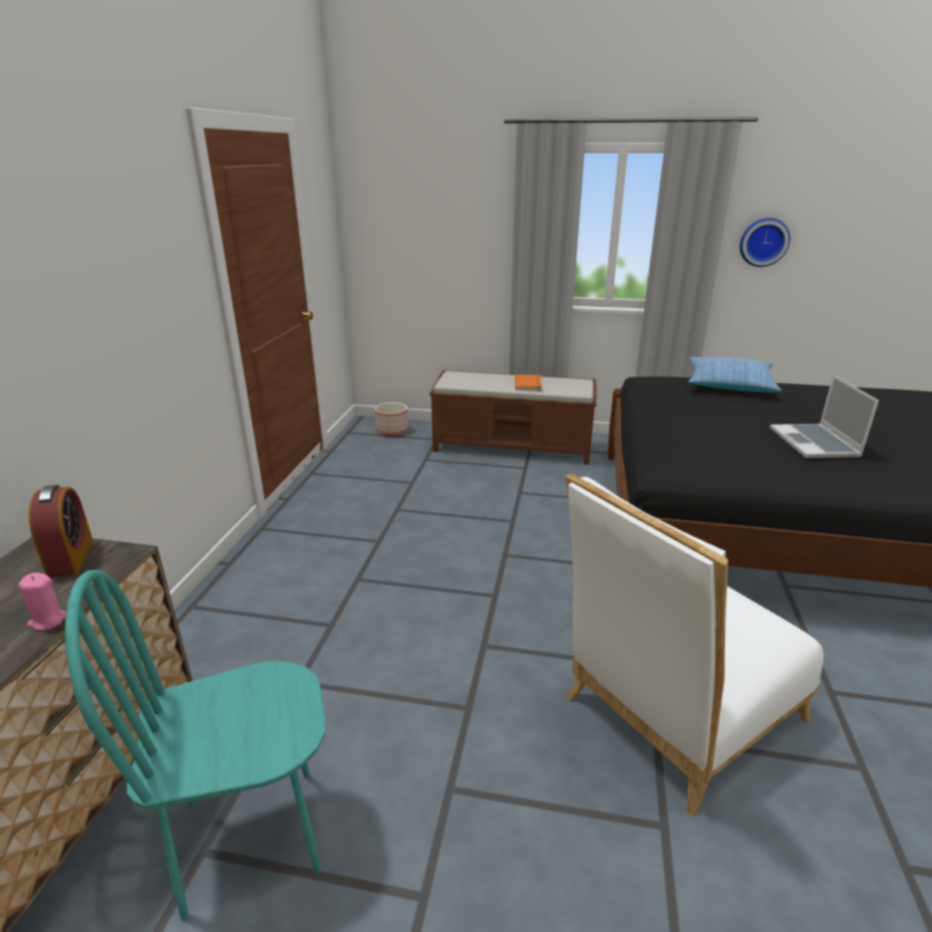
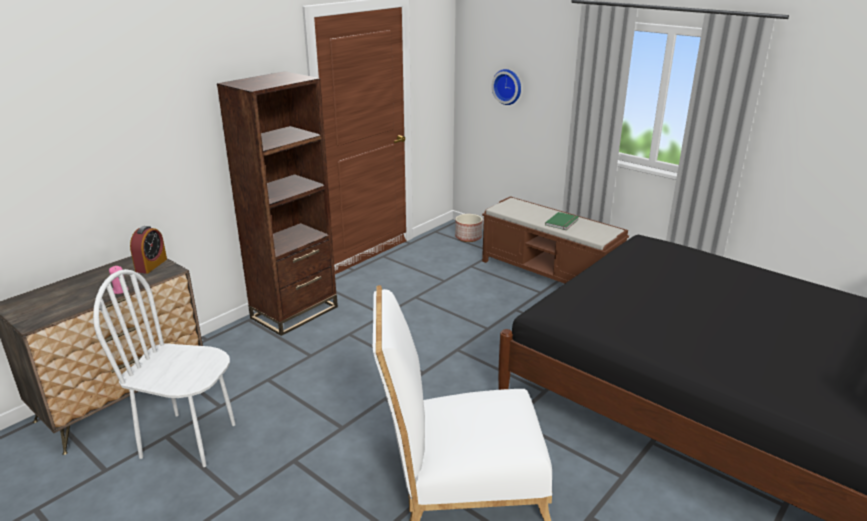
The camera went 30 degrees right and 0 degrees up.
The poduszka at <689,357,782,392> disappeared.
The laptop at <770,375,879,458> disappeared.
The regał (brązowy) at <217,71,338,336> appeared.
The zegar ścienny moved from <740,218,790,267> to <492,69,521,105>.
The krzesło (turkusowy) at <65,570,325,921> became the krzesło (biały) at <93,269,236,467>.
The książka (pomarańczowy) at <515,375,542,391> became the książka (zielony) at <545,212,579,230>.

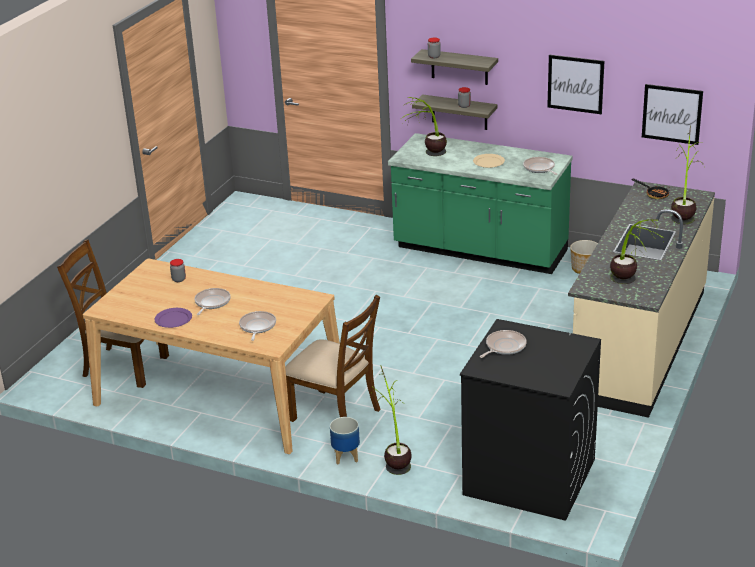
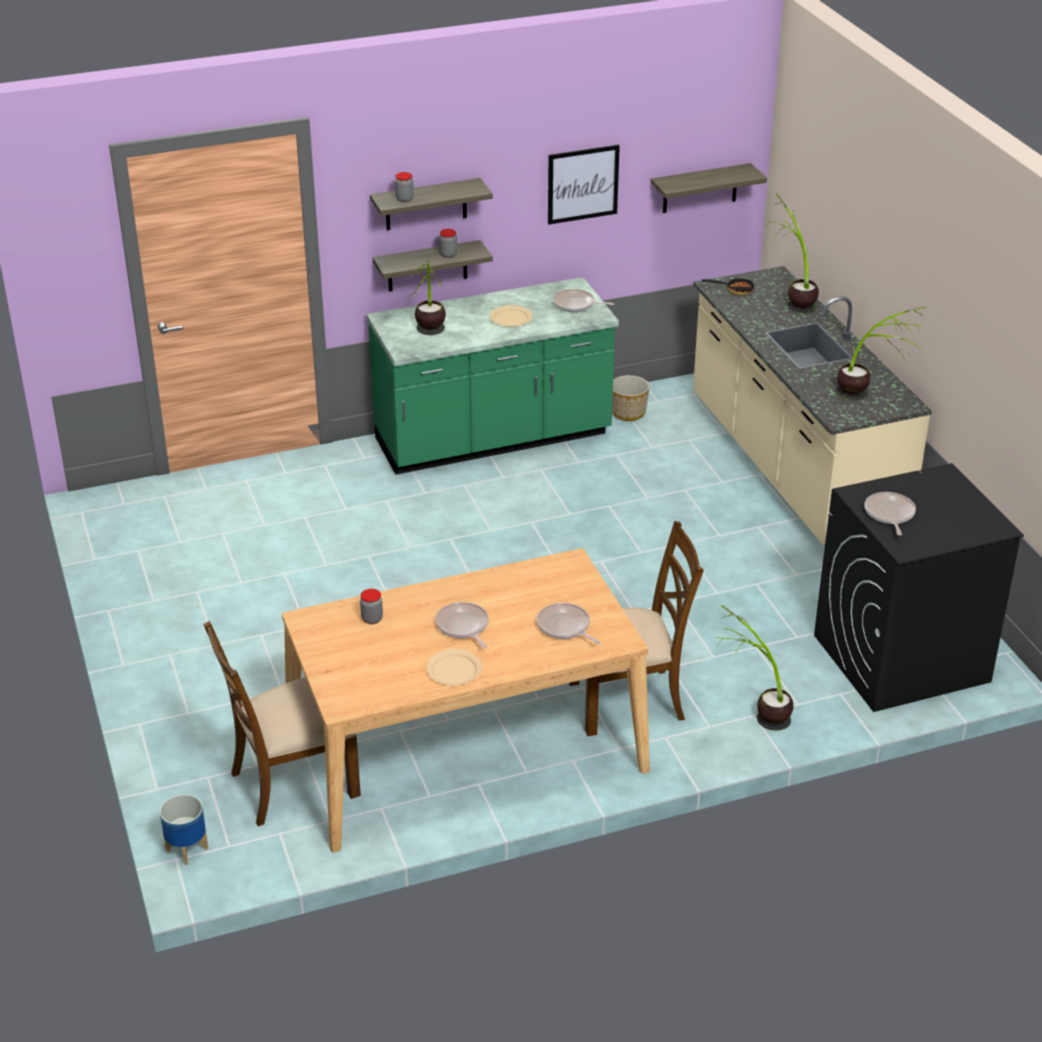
The camera went 45 degrees left and 5 degrees up.
The donica moved from <330,417,360,464> to <160,794,208,865>.
The obraz at <642,84,703,145> was replaced by the półka at <651,163,767,213>.
The talerz (fioletowy) at <155,308,192,328> became the talerz (beżowy) at <426,649,482,686>.

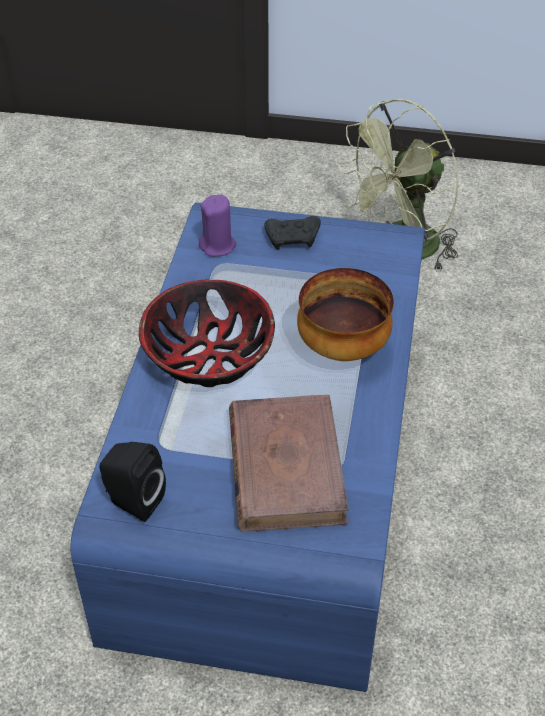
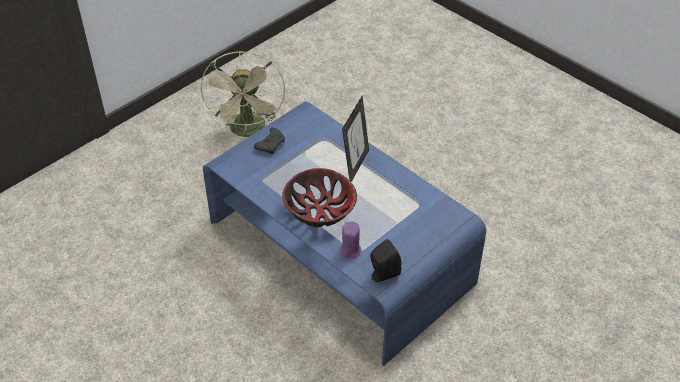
The camera went 55 degrees left and 0 degrees up.
The książka (brązowy) at <229,395,349,532> disappeared.
The świeca (fioletowy) moved from <199,194,236,257> to <339,222,361,259>.
The miska at <297,268,394,361> was replaced by the ramka na zdjęcie at <342,96,369,182>.

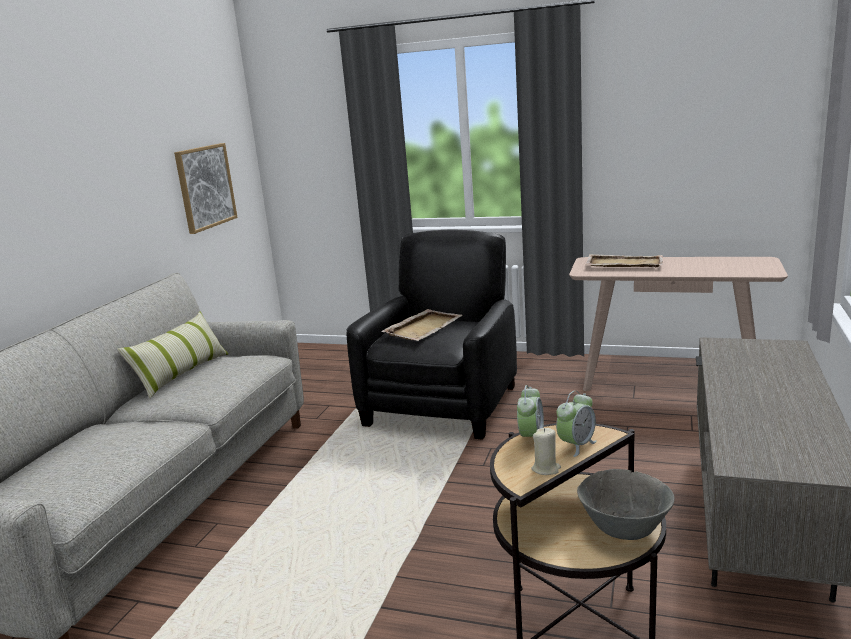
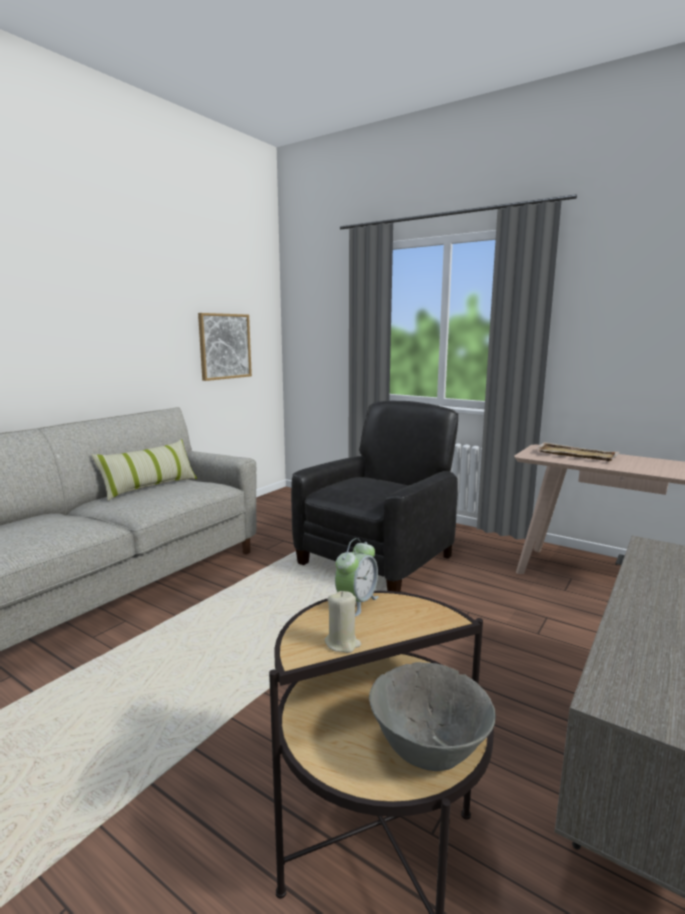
The camera went 15 degrees right and 5 degrees down.
The taca (beżowy) at <381,309,463,341> disappeared.
The budzik at <556,391,597,457> disappeared.

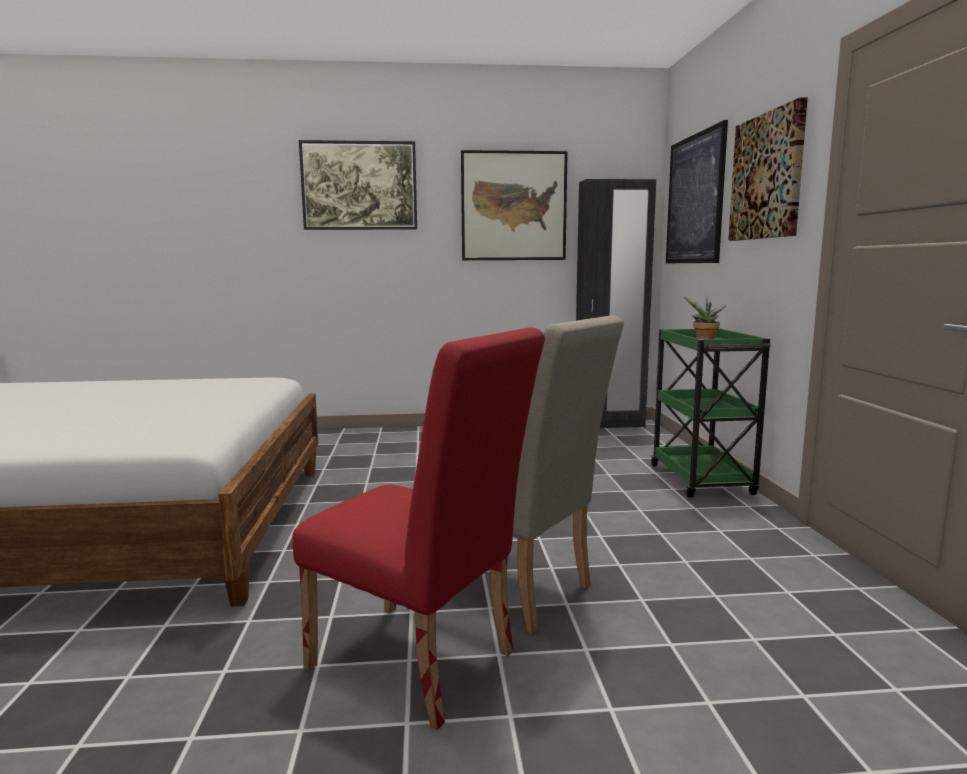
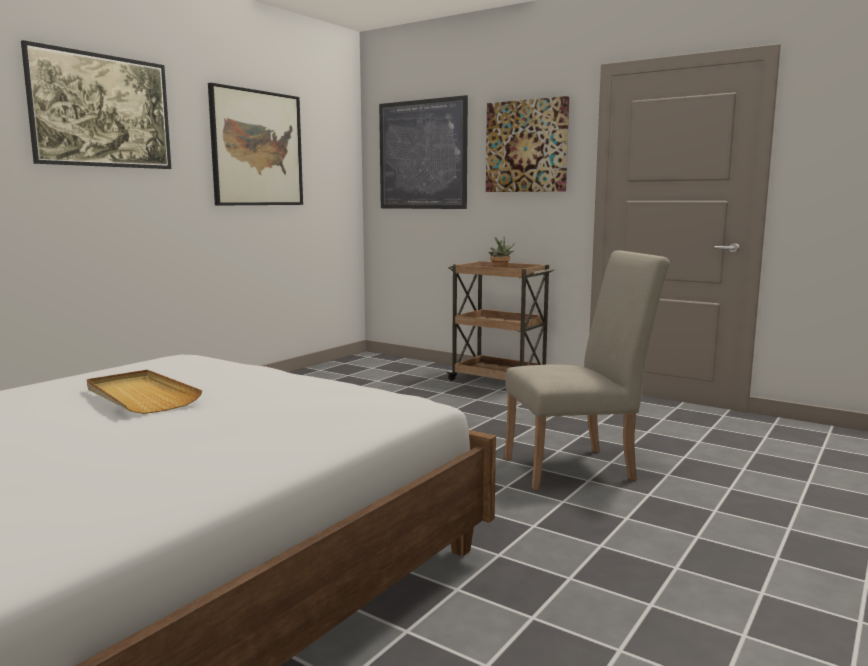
The camera went 50 degrees left and 0 degrees up.
The krzesło (czerwony) at <292,327,545,730> disappeared.
The szafa (czarny) at <576,179,656,428> disappeared.
The taca (beżowy) at <87,370,202,414> appeared.
The wózek (zielony) at <651,328,771,497> became the wózek (brązowy) at <446,261,555,381>.

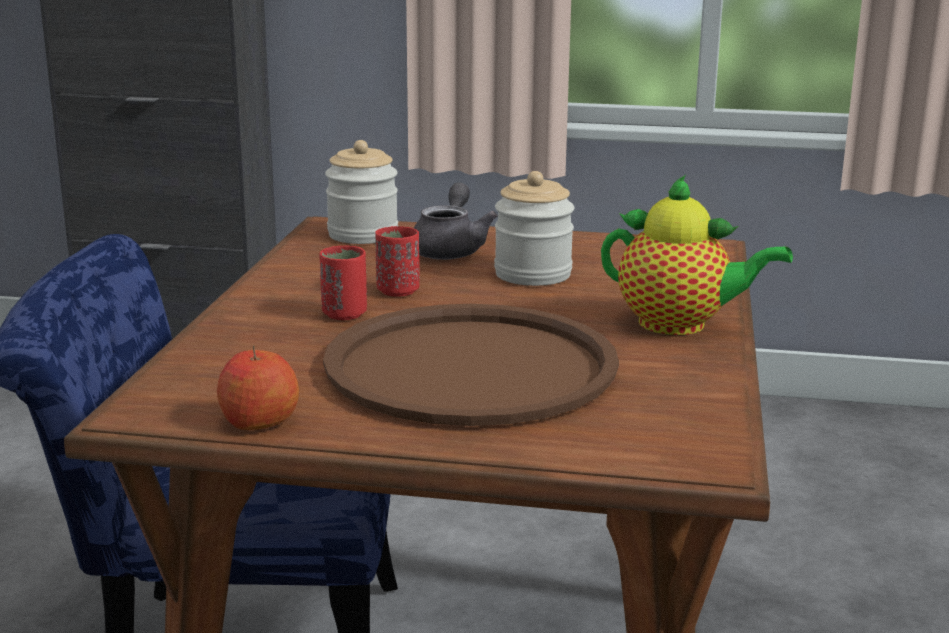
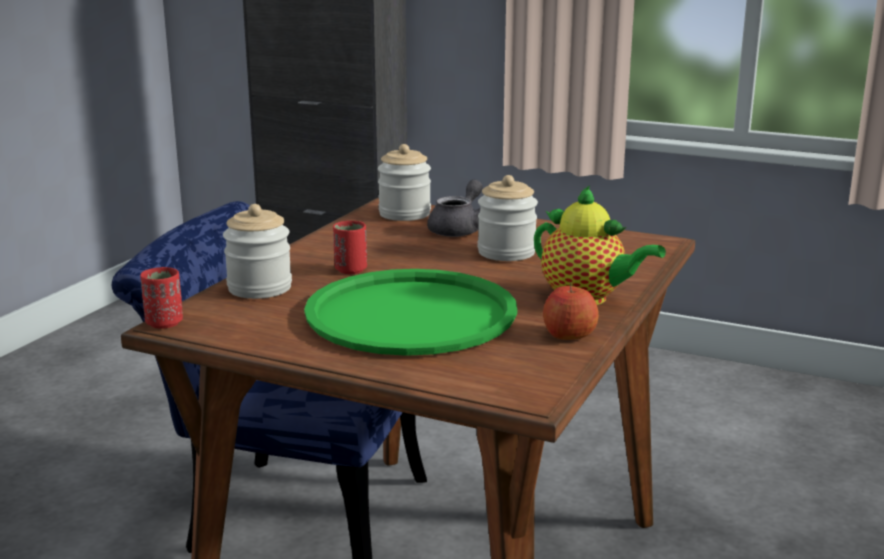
The camera went 15 degrees right and 0 degrees up.
The słoik at <223,204,292,299> appeared.
The jabłko moved from <217,345,299,430> to <543,282,599,340>.
The filiżanka (czerwony) moved from <375,226,419,297> to <140,267,183,329>.
The taca (brązowy) at <323,304,619,426> became the taca (zielony) at <304,269,517,356>.

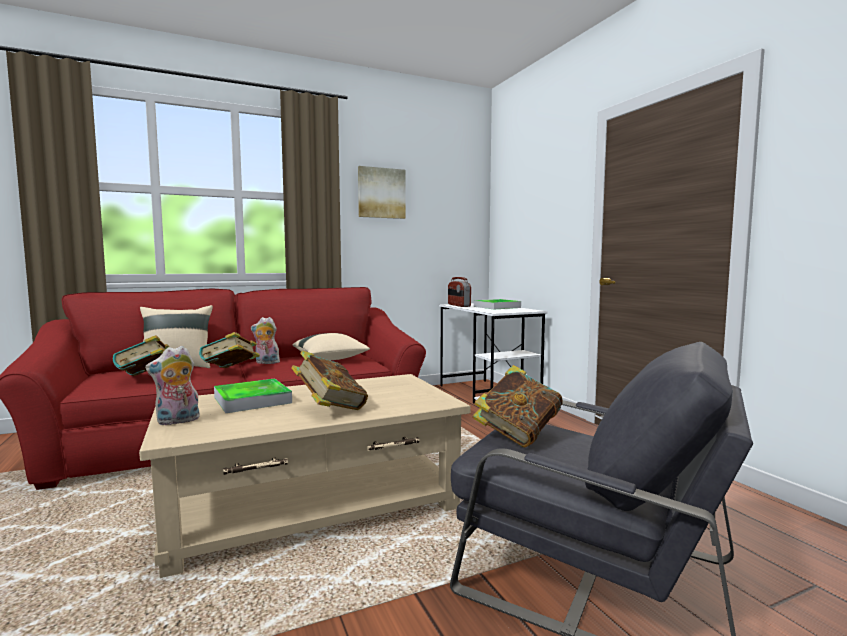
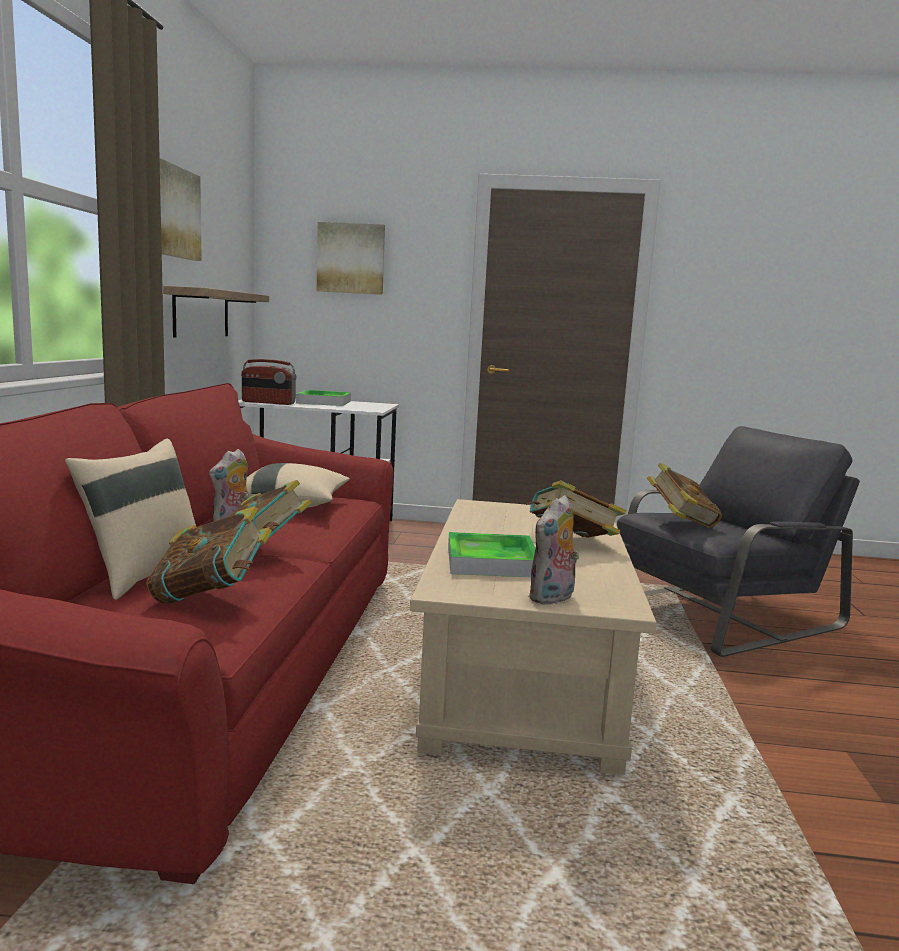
The camera went 60 degrees left and 5 degrees up.
The półka at <163,286,269,337> appeared.
The obraz at <317,222,385,295> appeared.
The pluszak at <145,346,200,425> turned 45 degrees clockwise.

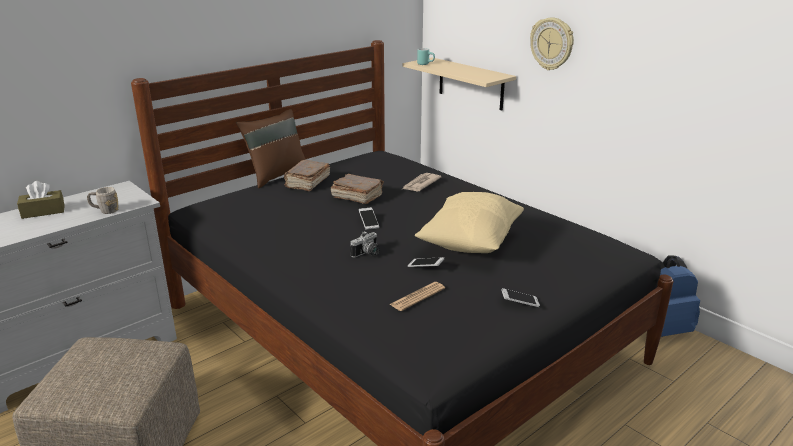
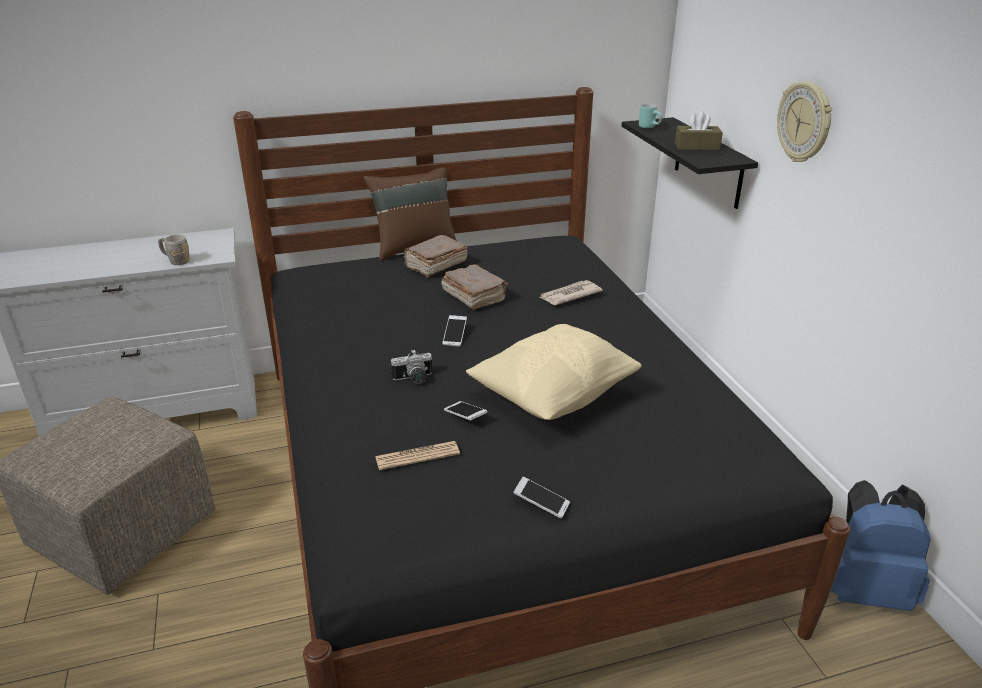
The camera went 25 degrees right and 5 degrees up.
The pudełko chusteczek (brązowy) moved from <17,181,65,219> to <675,111,723,150>.
The półka (beżowy) at <402,57,516,110> became the półka (czarny) at <621,117,758,209>.

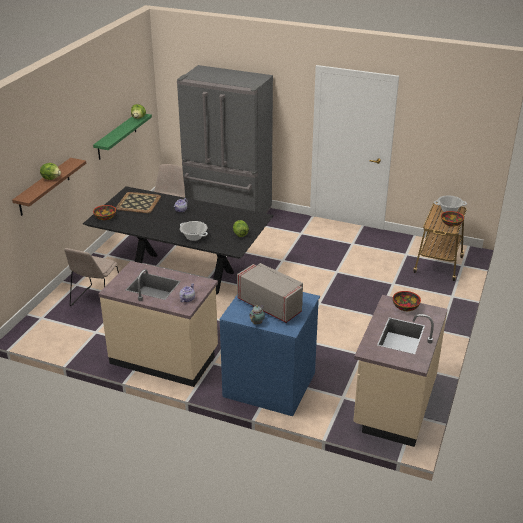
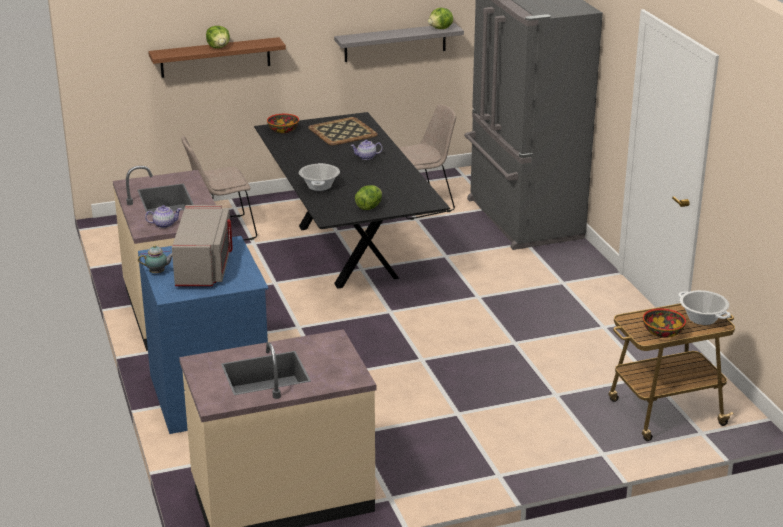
The camera went 50 degrees right and 5 degrees down.
The miska at <393,291,421,311> disappeared.
The półka (zielony) at <93,114,152,160> became the półka (szary) at <334,23,464,62>.

